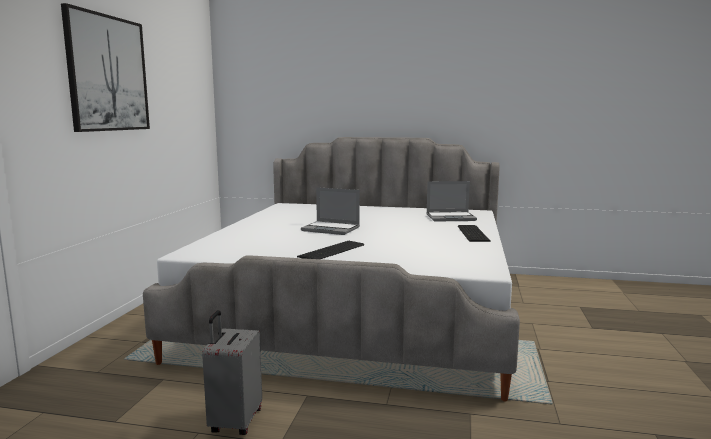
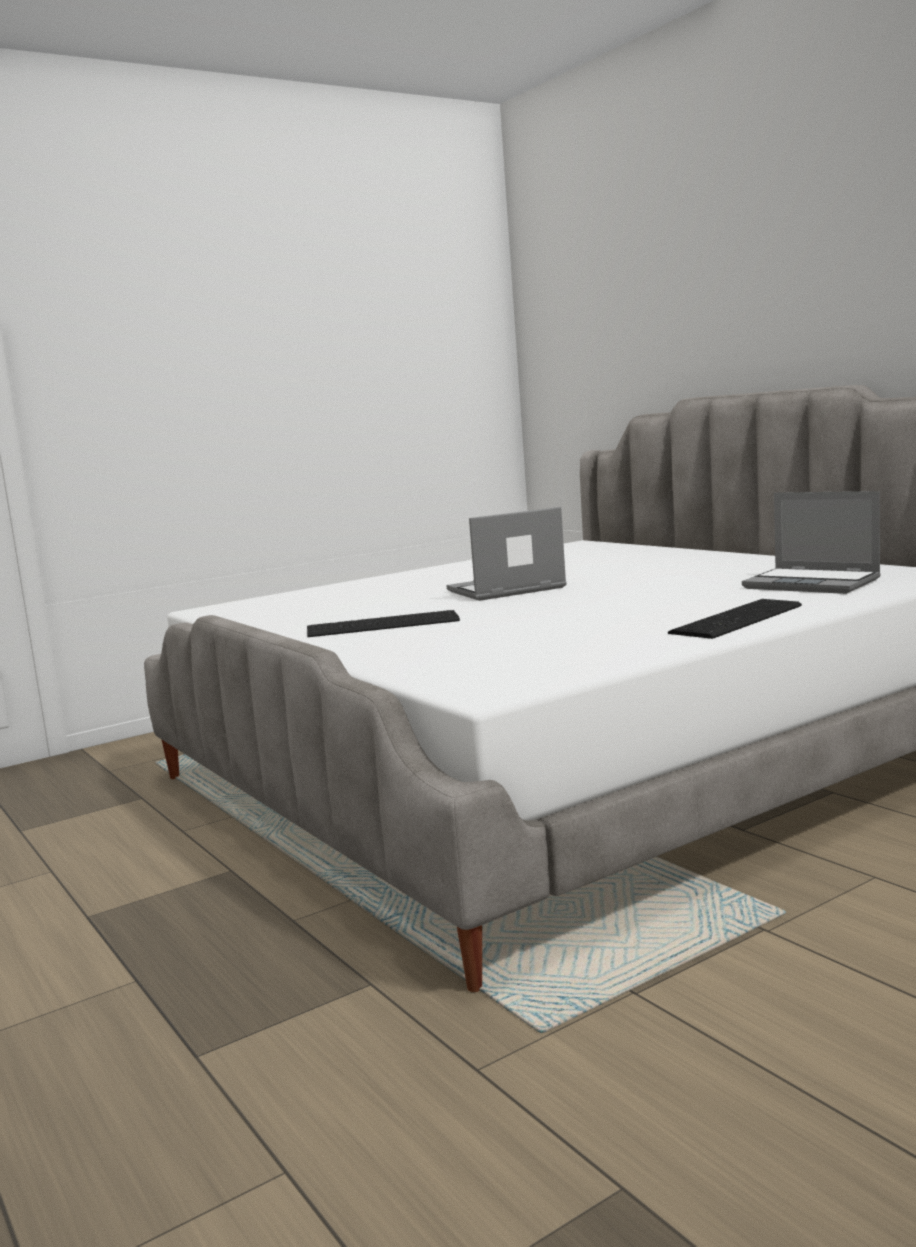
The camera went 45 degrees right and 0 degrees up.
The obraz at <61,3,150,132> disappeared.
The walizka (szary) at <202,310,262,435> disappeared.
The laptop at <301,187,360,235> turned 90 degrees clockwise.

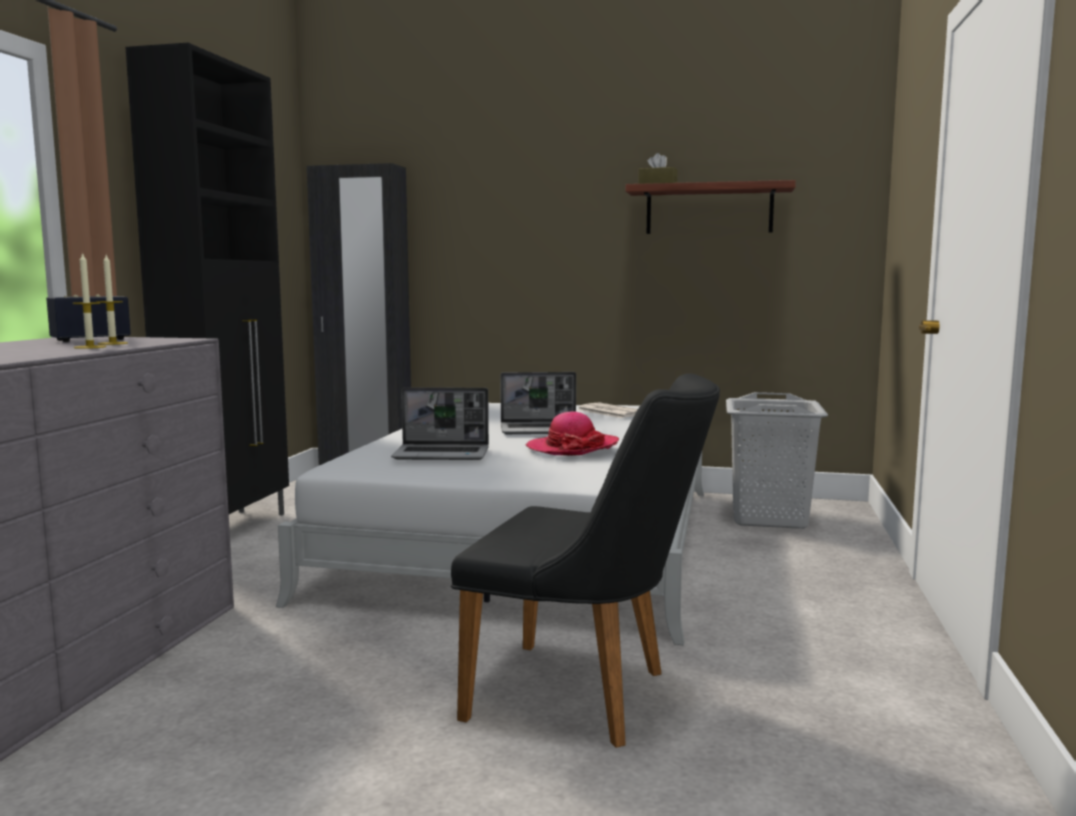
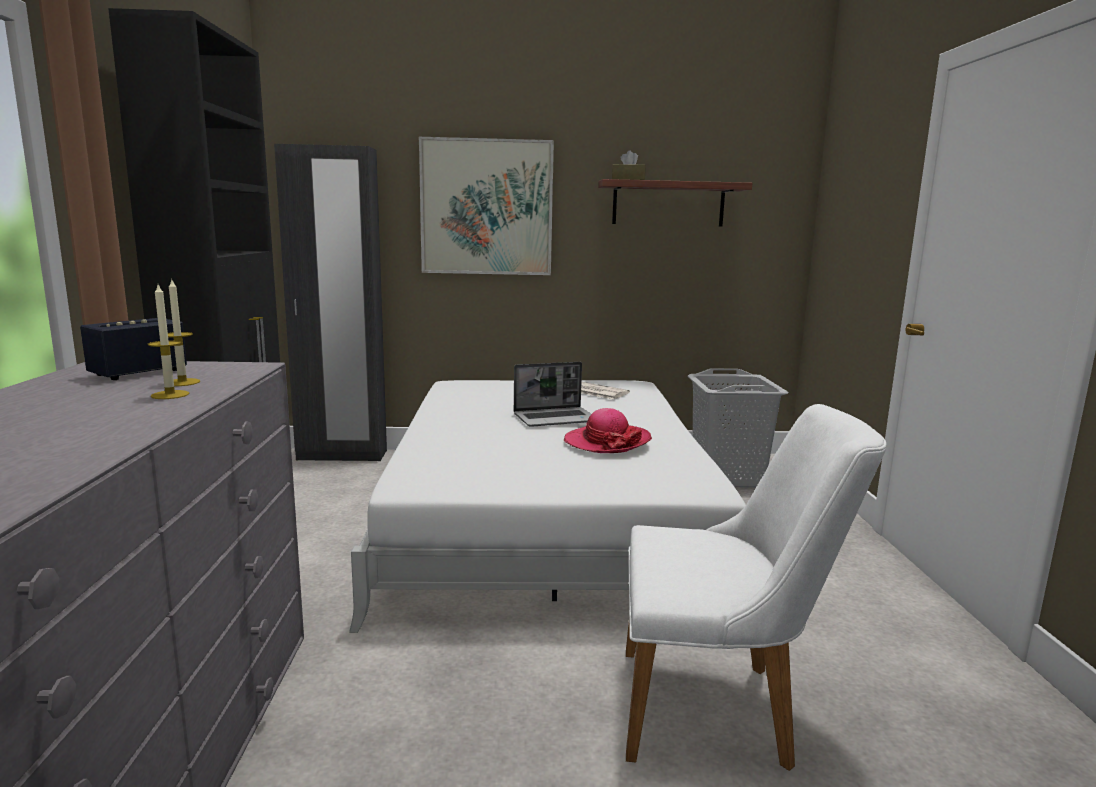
The camera went 15 degrees left and 5 degrees up.
The laptop at <391,387,489,460> disappeared.
The obraz at <419,137,554,275> appeared.
The krzesło (czarny) at <451,373,720,748> became the krzesło (biały) at <626,404,887,771>.

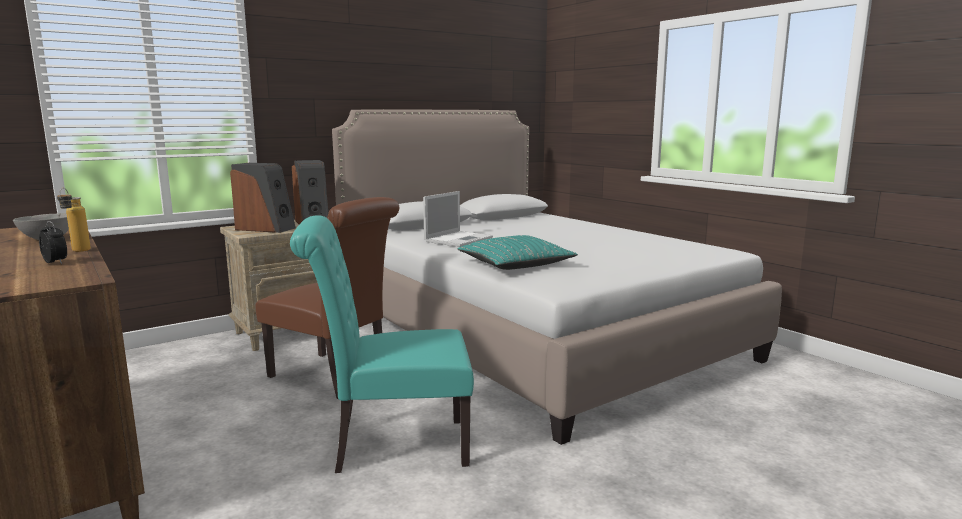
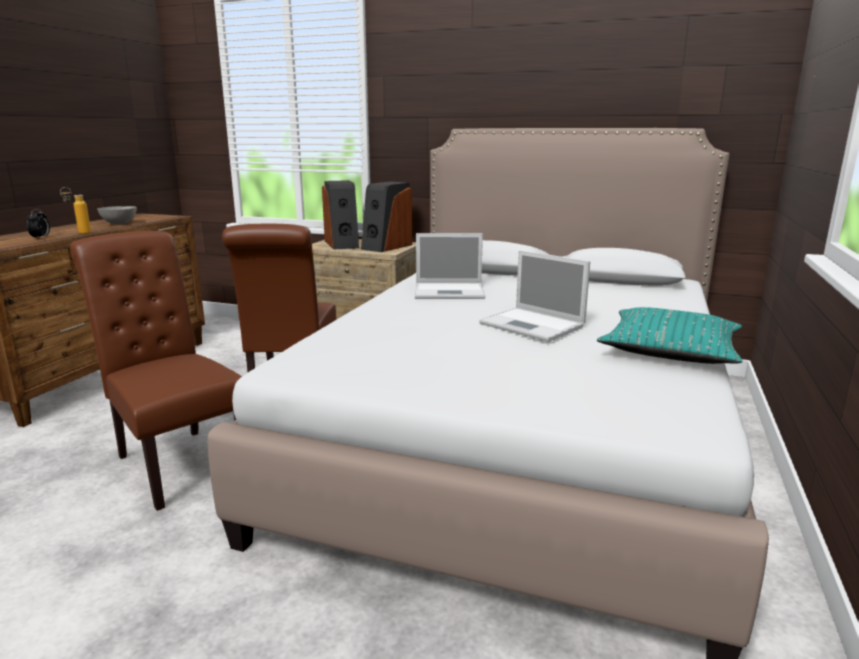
The camera went 55 degrees right and 5 degrees up.
The laptop at <479,250,590,342> appeared.
The poduszka (turkusowy) moved from <458,235,578,270> to <597,307,742,364>.
The krzesło (turkusowy) at <290,215,474,473> became the krzesło (brązowy) at <70,231,242,511>.

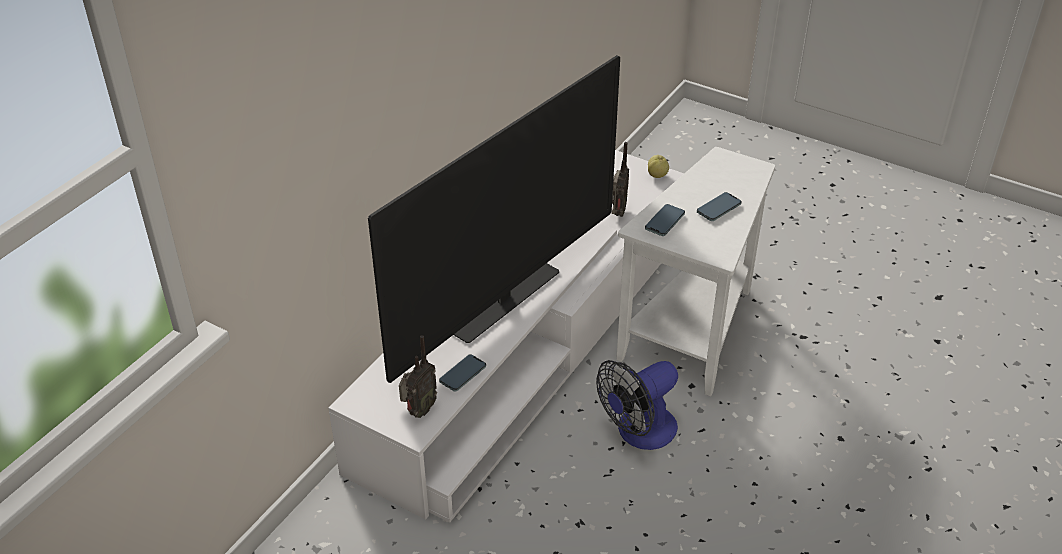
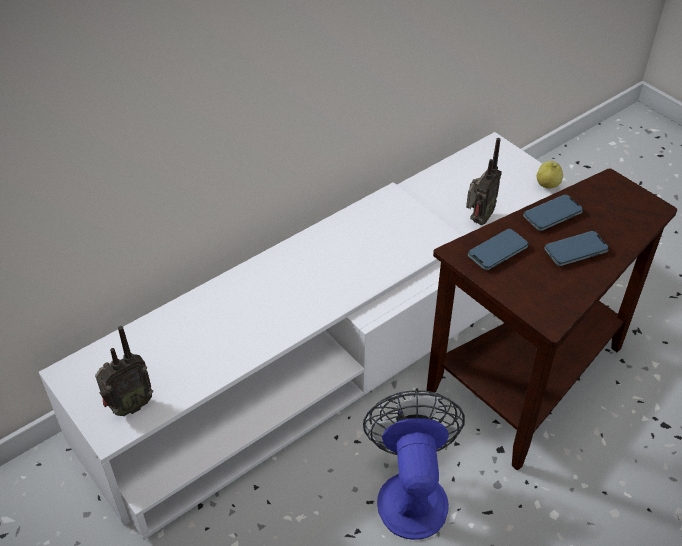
The camera went 20 degrees right and 5 degrees up.
The telewizor at <368,55,620,383> disappeared.
The telefon moved from <439,354,486,392> to <523,194,583,231>.
The stolik (biały) at <616,147,775,396> became the stolik (brązowy) at <427,168,677,470>.
The wentylator at <596,360,678,450> turned 105 degrees clockwise.

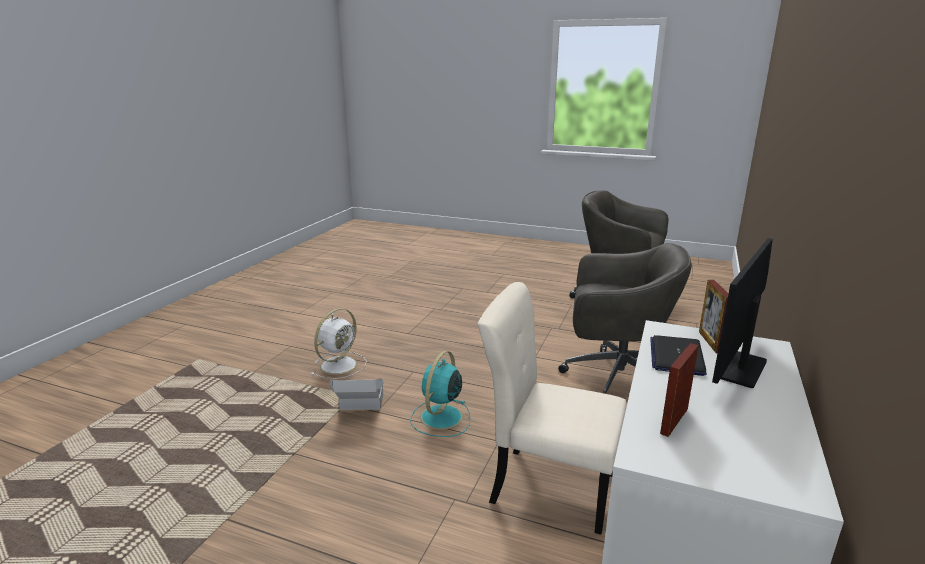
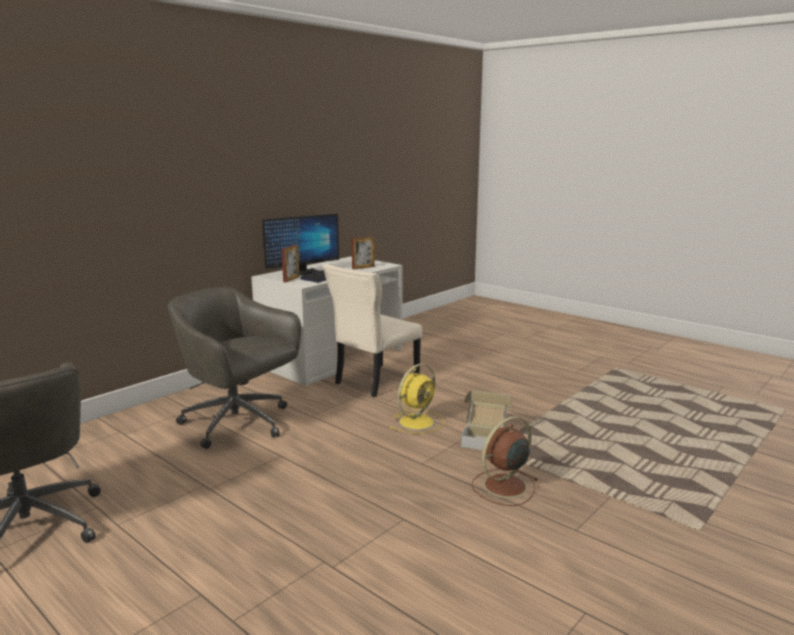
The camera went 160 degrees left and 5 degrees down.
The wentylator (biały) at <310,308,367,379> became the wentylator (brązowy) at <471,416,538,506>.
The wentylator (turkusowy) at <410,351,470,437> became the wentylator (żółty) at <390,364,444,434>.
The krzesło (beżowy) at <478,282,627,535> turned 90 degrees clockwise.

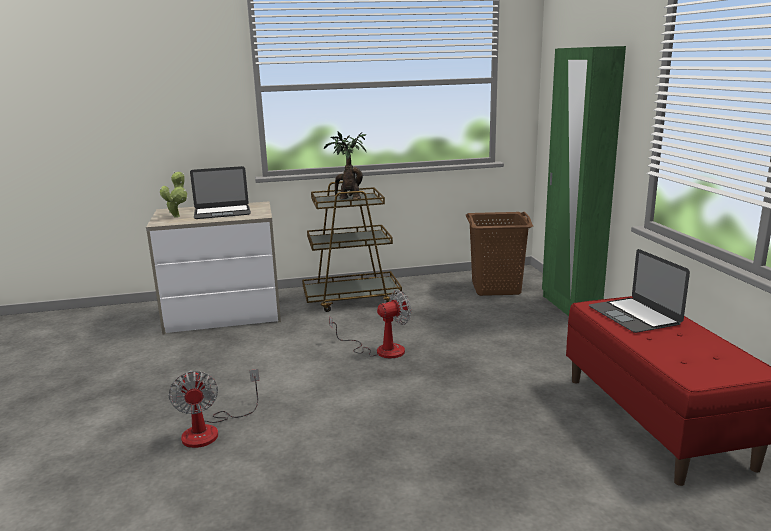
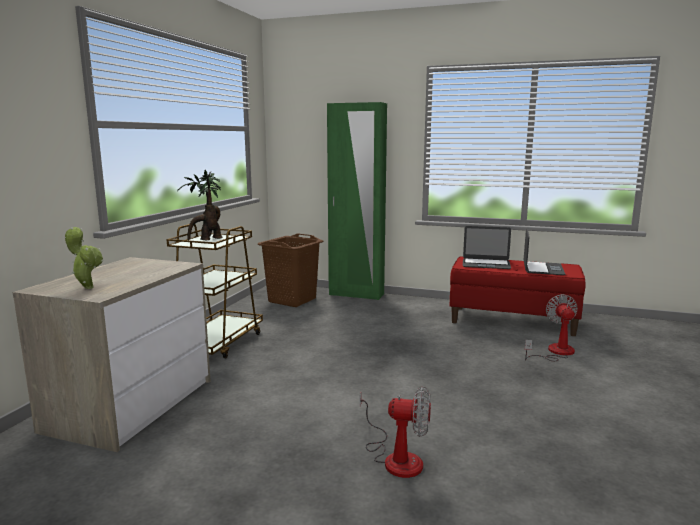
The camera went 60 degrees left and 5 degrees down.
The laptop moved from <190,166,251,219> to <524,229,565,275>.
The wentylator moved from <329,290,411,358> to <525,294,578,361>.

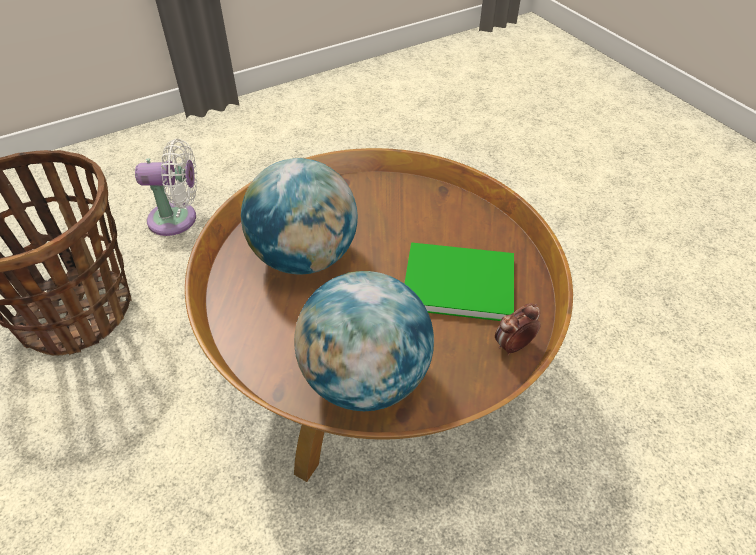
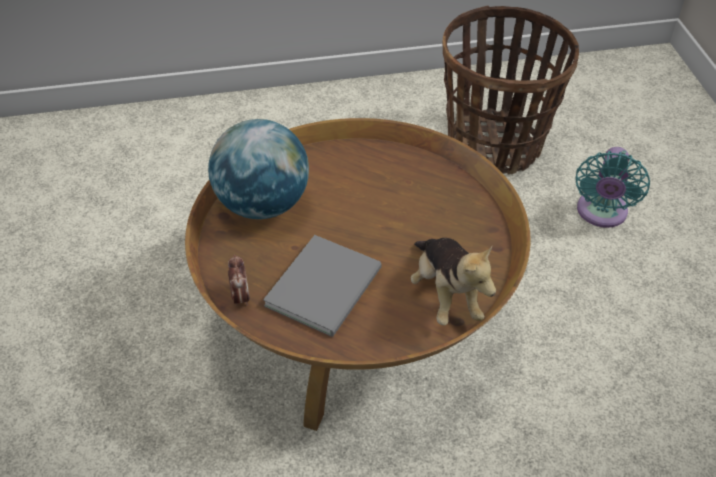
The camera went 110 degrees right and 0 degrees up.
The globus at <241,158,358,275> disappeared.
The pluszak at <410,238,496,325> appeared.
The wentylator (biały) at <135,139,197,236> became the wentylator (turkusowy) at <576,147,650,228>.
The książka (zielony) at <404,242,514,321> became the książka (szary) at <263,235,382,337>.

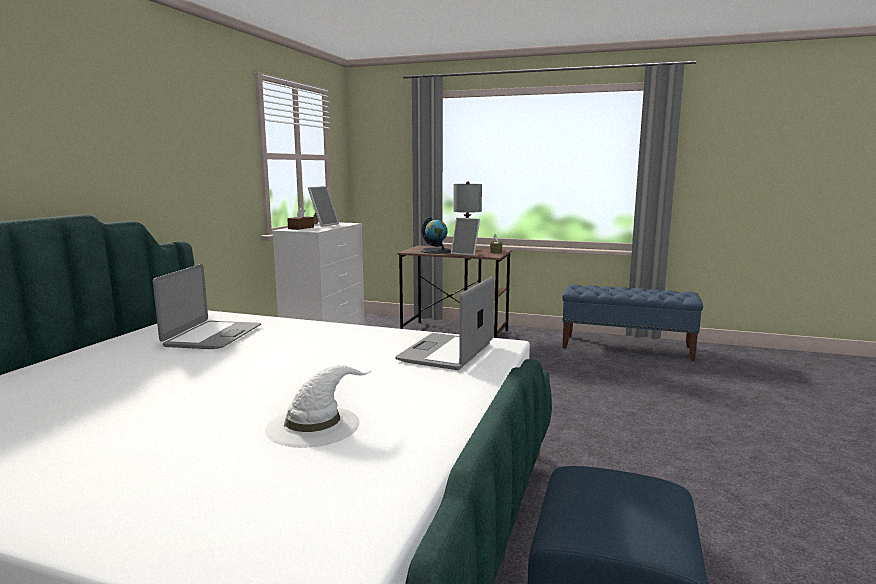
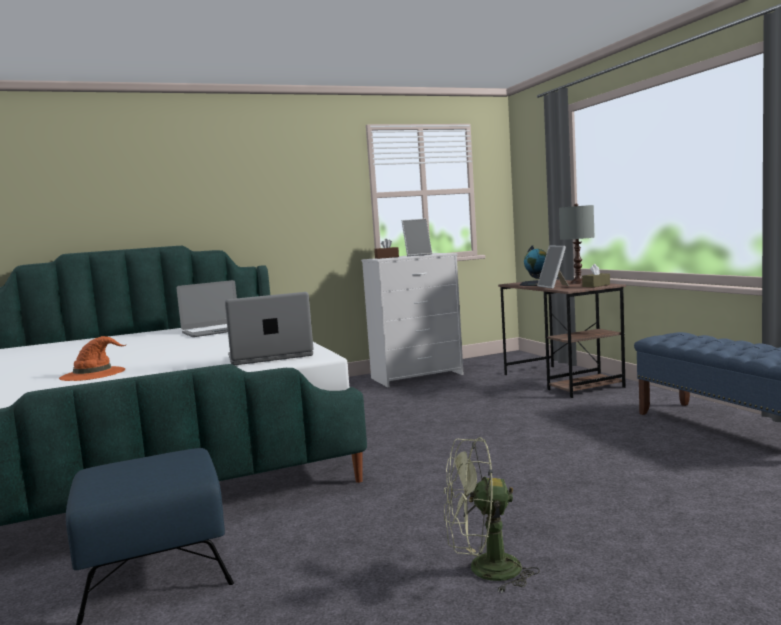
The camera went 50 degrees right and 5 degrees down.
The wentylator (zielony) at <444,437,540,593> appeared.
The kapelusz (biały) at <265,365,371,448> became the kapelusz (pomarańczowy) at <59,336,126,381>.

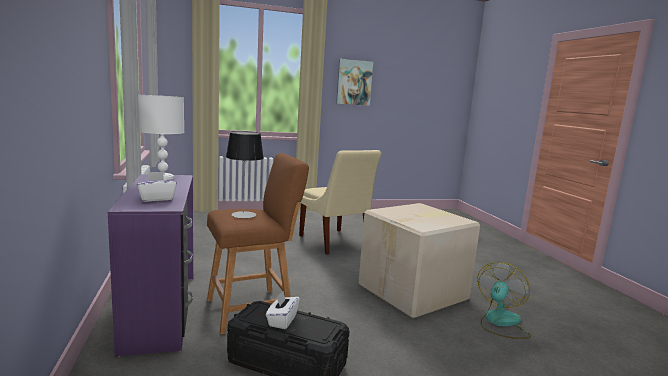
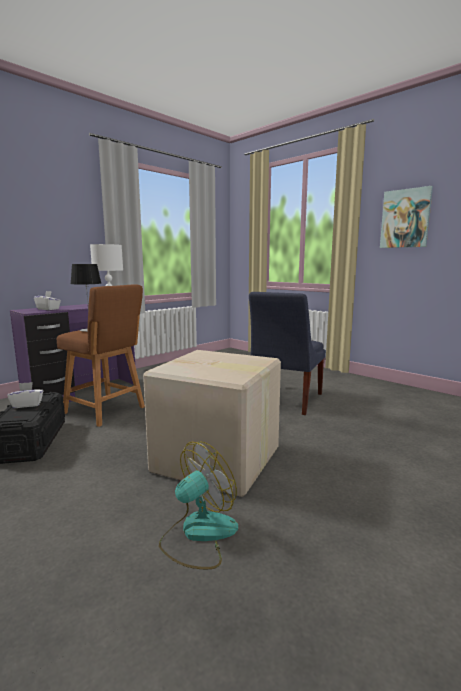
The camera went 60 degrees right and 0 degrees up.
The krzesło (beżowy) at <299,150,381,255> became the krzesło (niebieski) at <249,292,326,415>.
The wentylator at <477,262,531,339> turned 45 degrees counterclockwise.

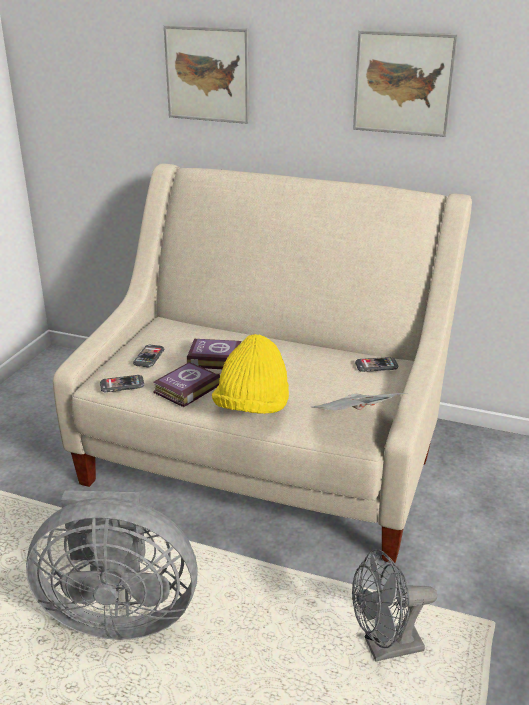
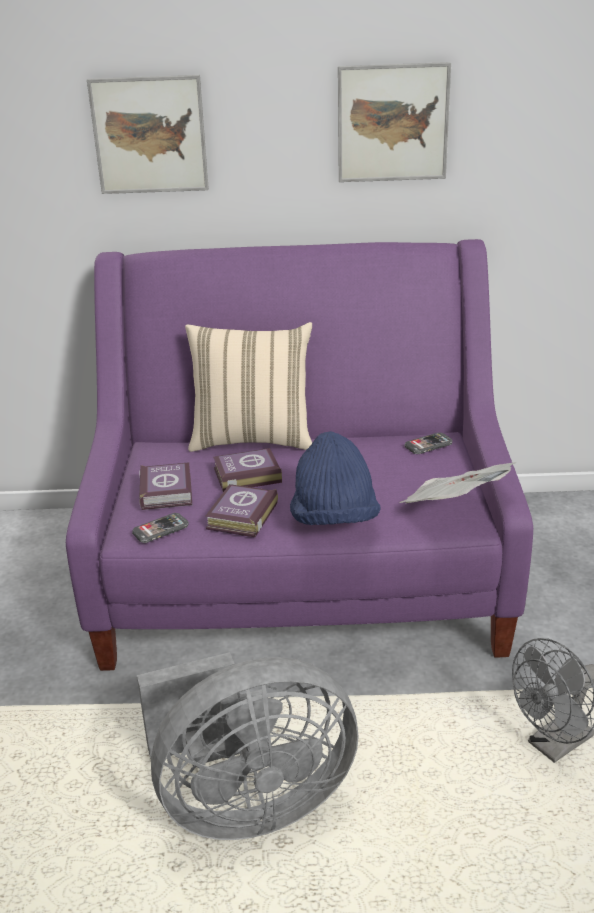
The camera went 20 degrees left and 0 degrees up.
The poduszka (beżowy) at <185,322,312,452> appeared.
The telefon at <133,345,164,367> was replaced by the książka at <139,462,192,510>.
The kanapa (beżowy) at <53,163,472,563> became the kanapa (fioletowy) at <66,239,533,671>.
The kapelusz (żółty) at <212,334,289,414> became the kapelusz (niebieski) at <290,431,381,525>.

